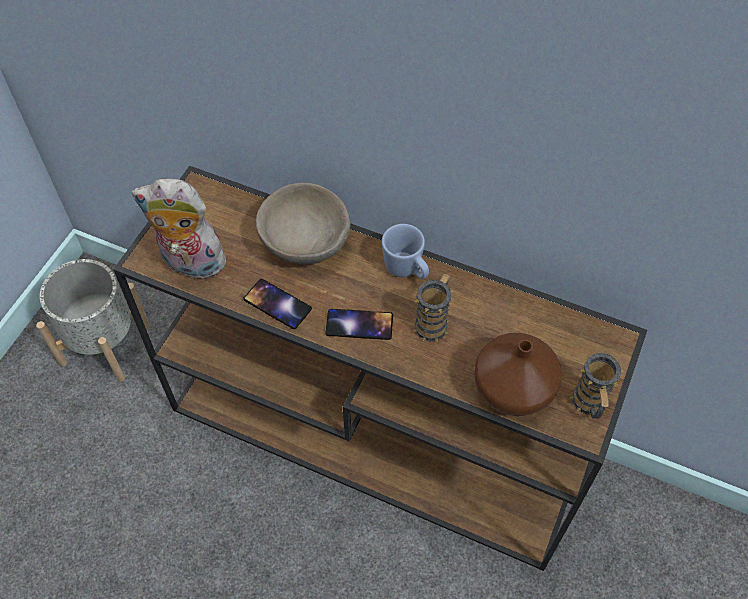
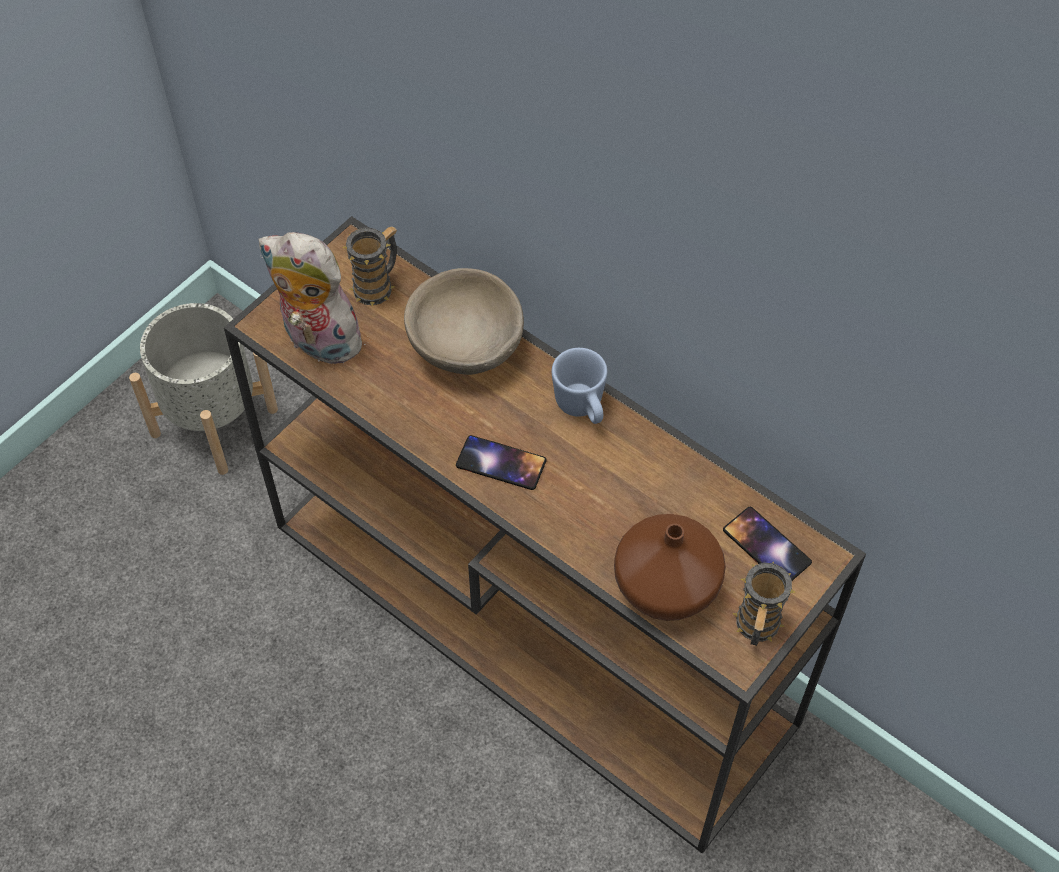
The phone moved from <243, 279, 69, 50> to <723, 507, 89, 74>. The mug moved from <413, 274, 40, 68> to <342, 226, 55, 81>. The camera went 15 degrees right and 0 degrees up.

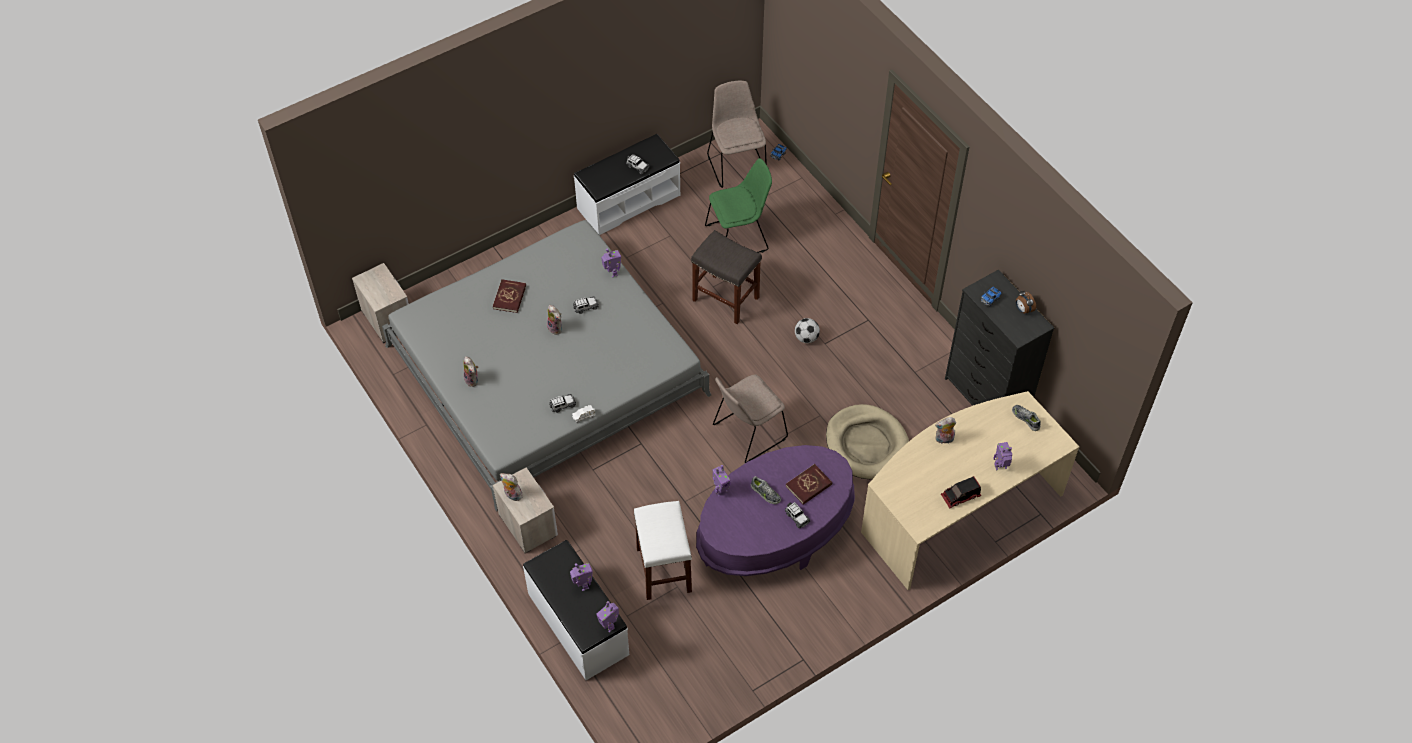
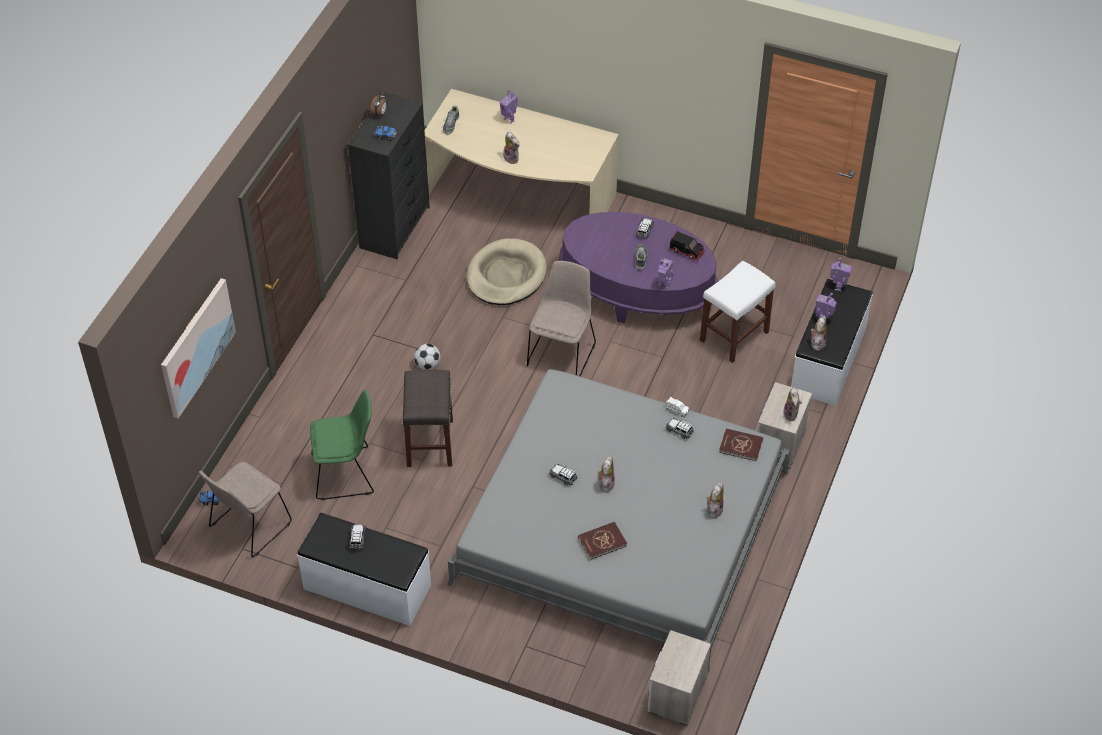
The toy robot at <601, 248, 20, 30> disappeared. The green chair at <705, 158, 67, 95> turned 135 degrees clockwise. The beige chair at <713, 375, 75, 88> turned 90 degrees counterclockwise. The red book moved from <786, 464, 46, 41> to <719, 429, 44, 32>. The toy truck moved from <941, 476, 40, 32> to <668, 231, 37, 30>. The picture at <161, 278, 75, 140> appeared. The plush toy at <811, 316, 16, 35> appeared. The camera went 125 degrees left and 5 degrees down.

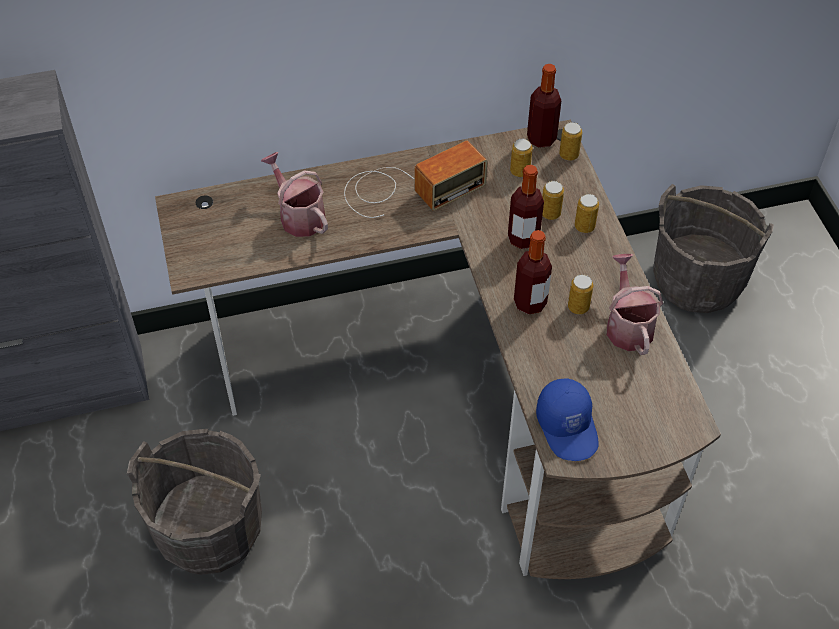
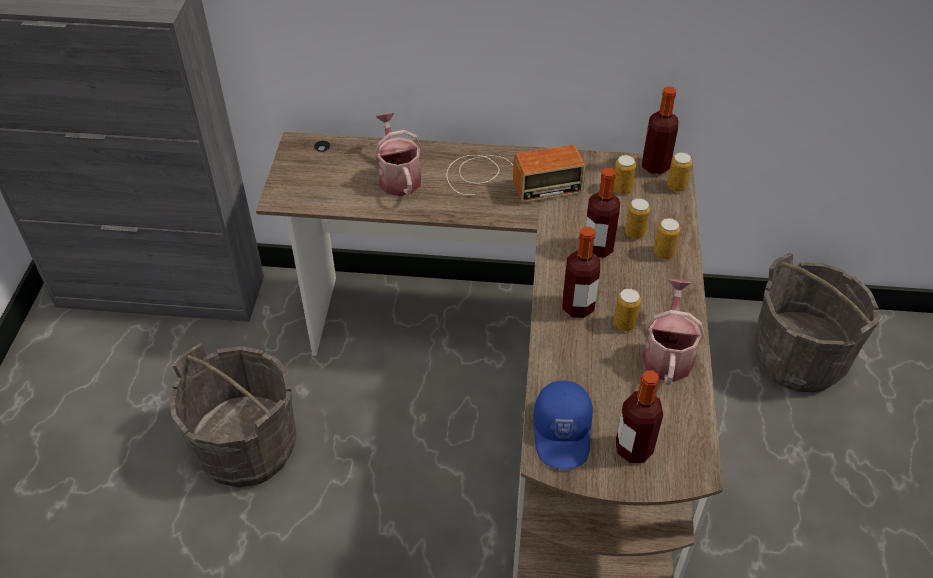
The bottle at <616, 371, 47, 92> appeared. The camera went 20 degrees right and 5 degrees down.

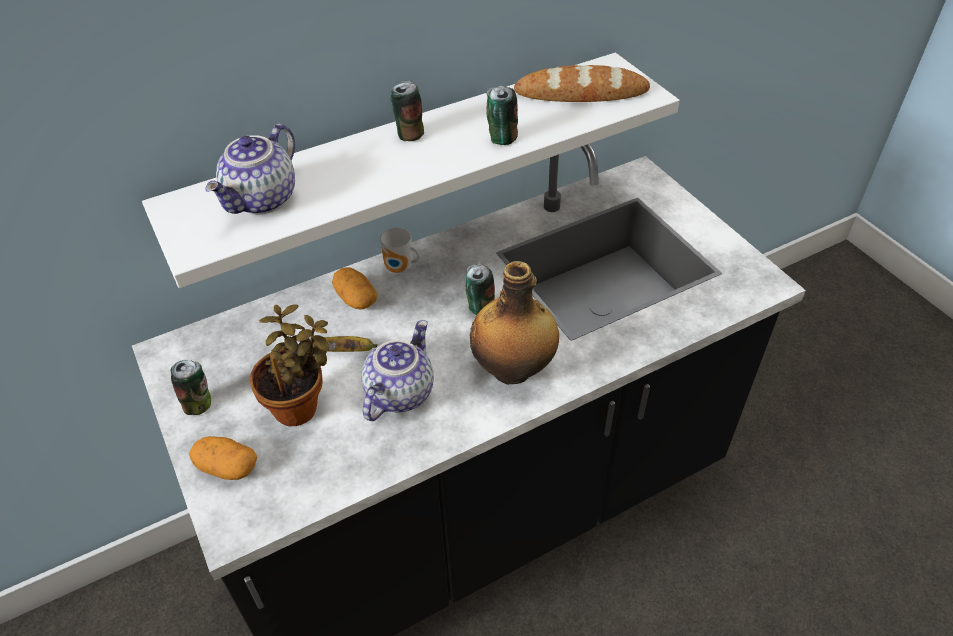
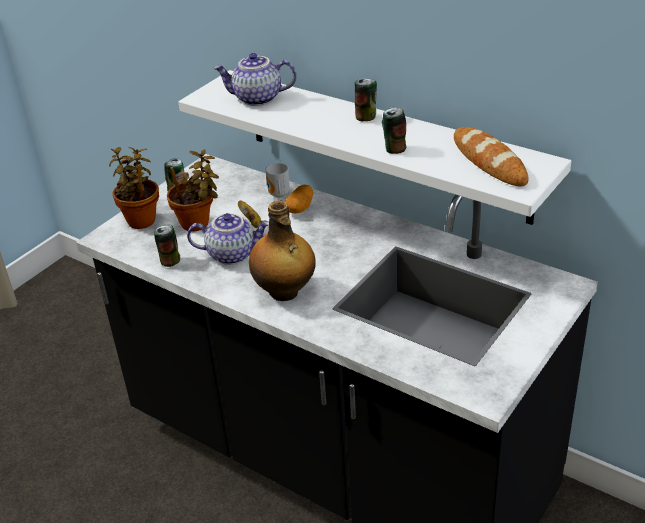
The potato at <189, 436, 68, 44> was replaced by the potted plant at <109, 147, 50, 82>. The mug moved from <380, 228, 40, 45> to <266, 163, 24, 35>. The can moved from <465, 264, 30, 51> to <154, 224, 26, 43>. The camera went 65 degrees right and 10 degrees down.

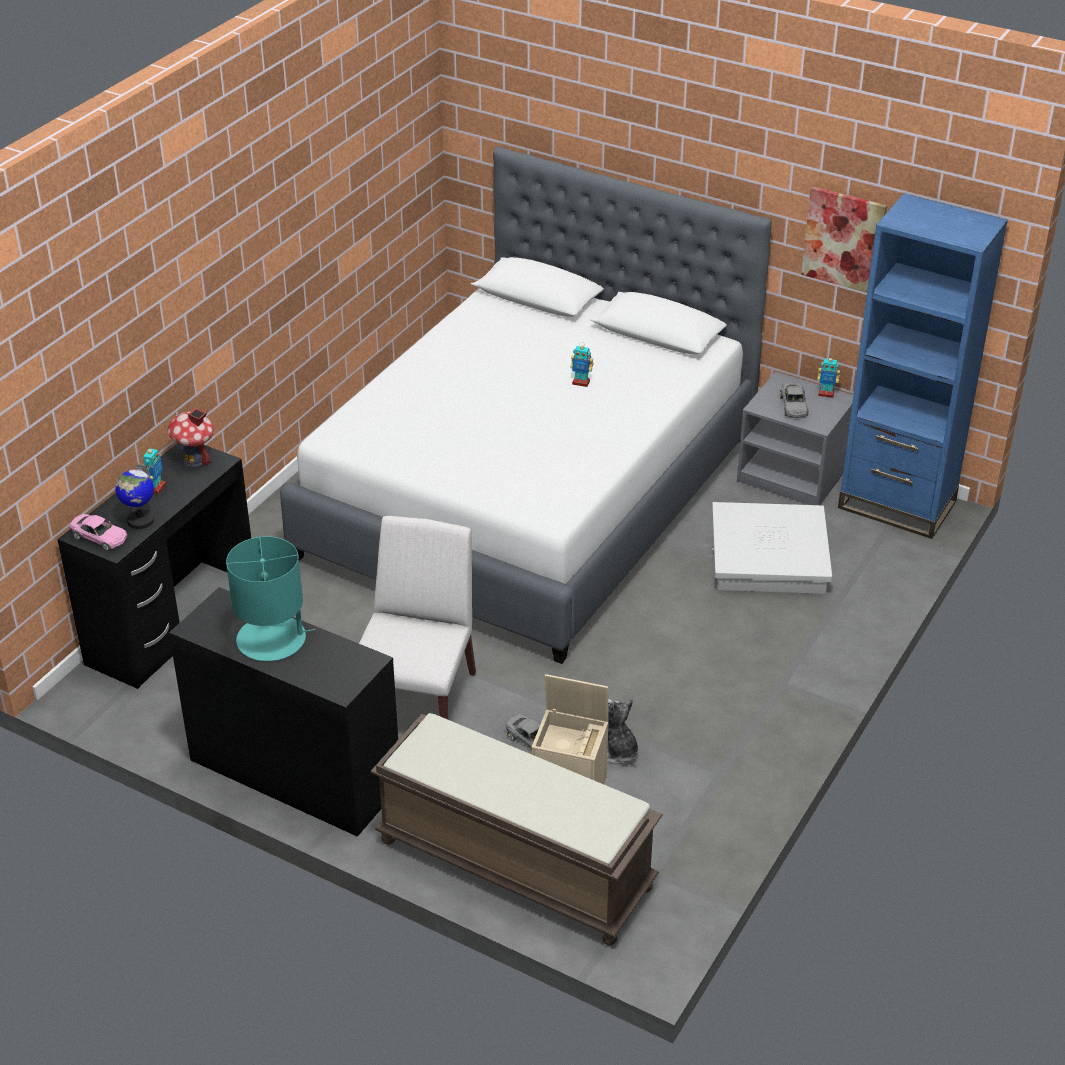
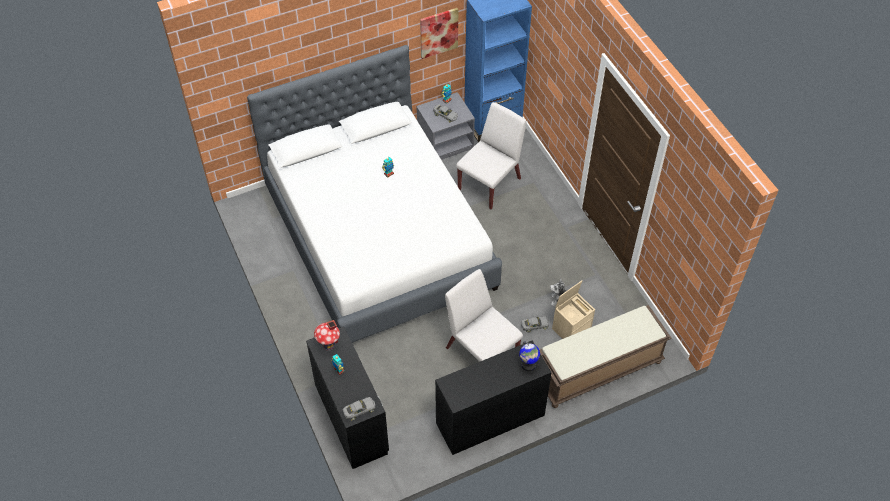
The pink toy car at <69, 514, 58, 37> became the grey toy car at <342, 397, 33, 24>. The globe moved from <115, 464, 39, 65> to <519, 341, 21, 30>. The turquoise table lamp at <226, 536, 89, 125> disappeared. The white storage box at <712, 502, 120, 92> was replaced by the white chair at <456, 102, 71, 107>. The camera went 55 degrees left and 15 degrees up.

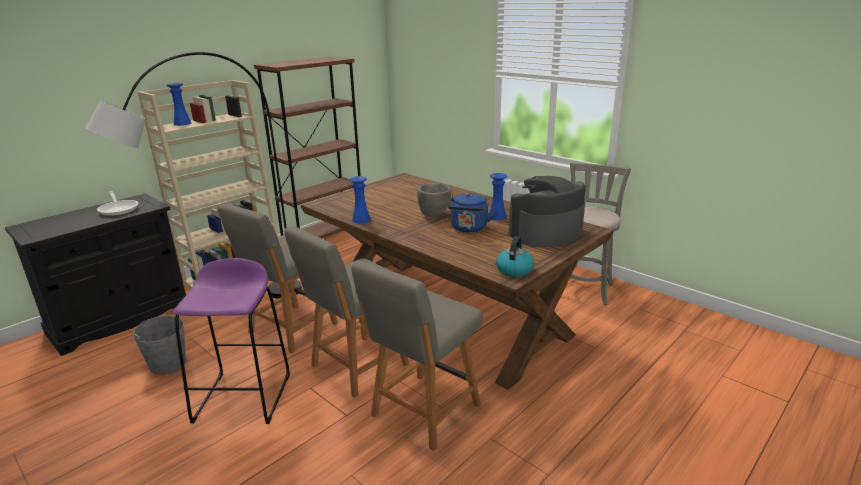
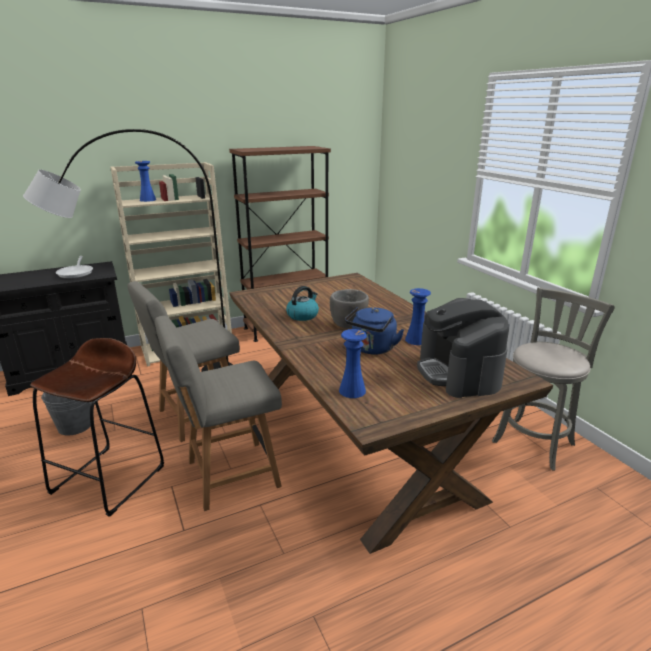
The purple stool at <174, 258, 116, 166> became the brown stool at <30, 338, 134, 179>. The blue vase moved from <350, 176, 21, 48> to <339, 329, 28, 69>. The grey chair at <351, 261, 132, 190> disappeared. The kettle moved from <496, 236, 38, 41> to <286, 286, 33, 35>. The coffee machine at <509, 176, 77, 72> turned 90 degrees counterclockwise. The camera went 20 degrees right and 0 degrees up.

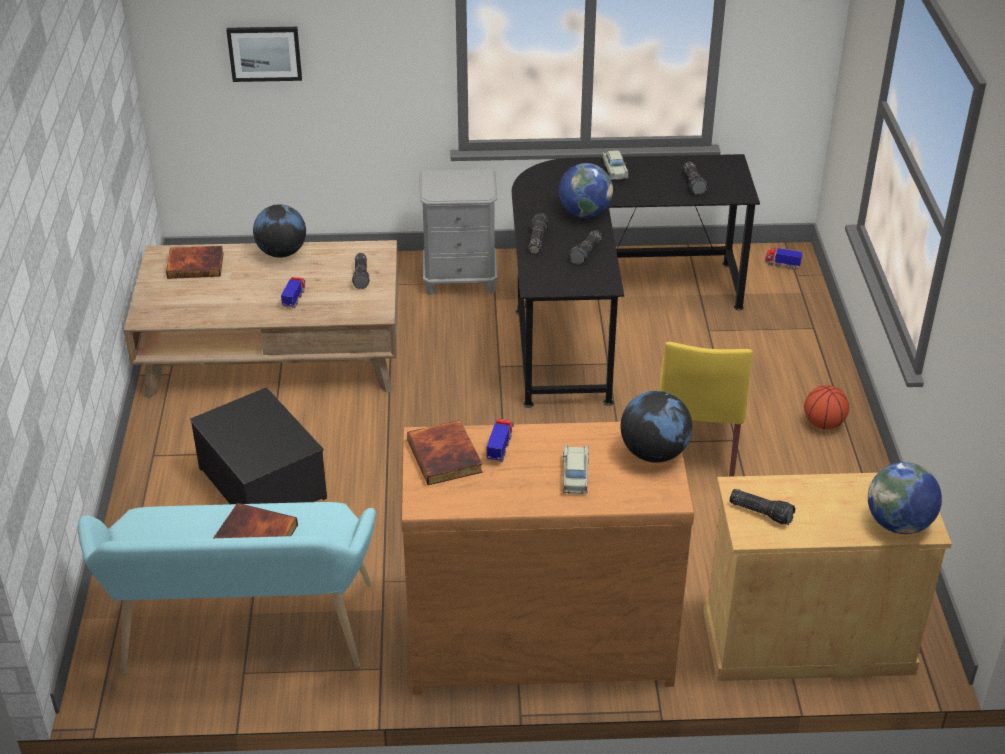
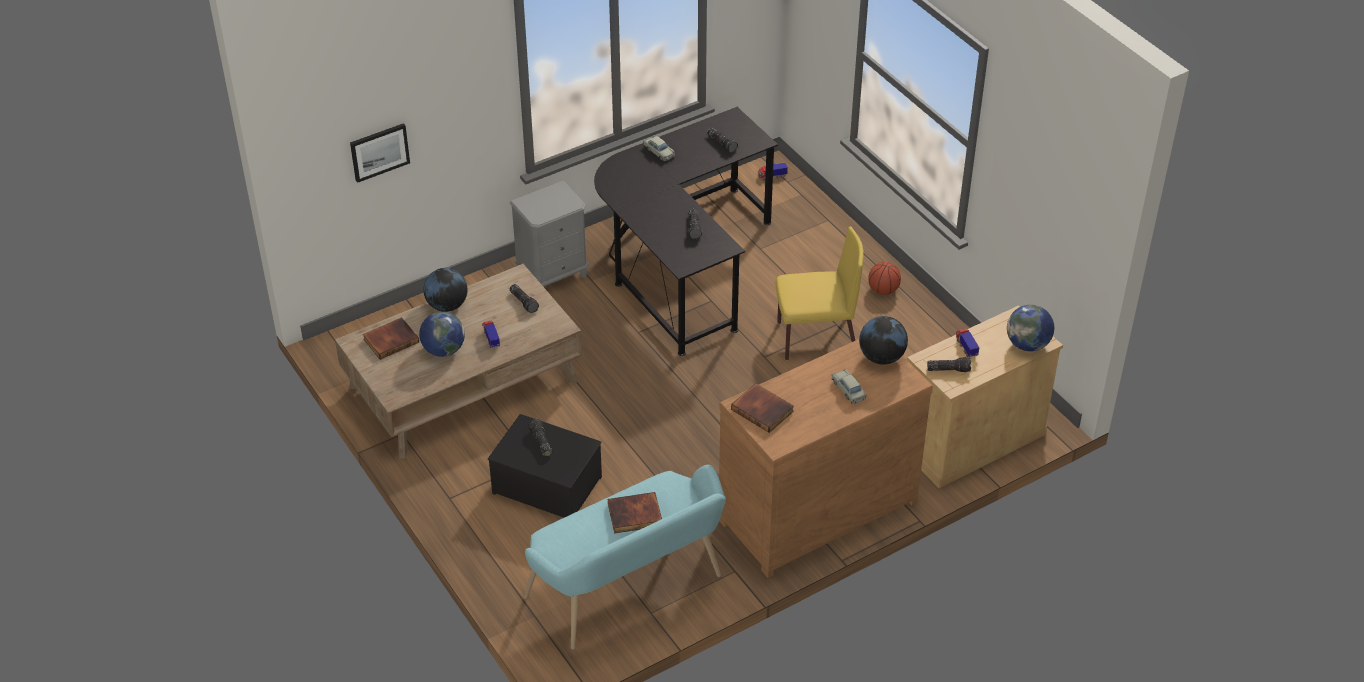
The toy truck moved from <486, 419, 28, 43> to <956, 329, 24, 29>. The flashlight moved from <529, 213, 20, 41> to <528, 418, 24, 39>. The globe moved from <559, 163, 54, 55> to <419, 312, 46, 45>. The yellow chair at <659, 342, 94, 135> turned 75 degrees counterclockwise. The camera went 30 degrees left and 5 degrees up.

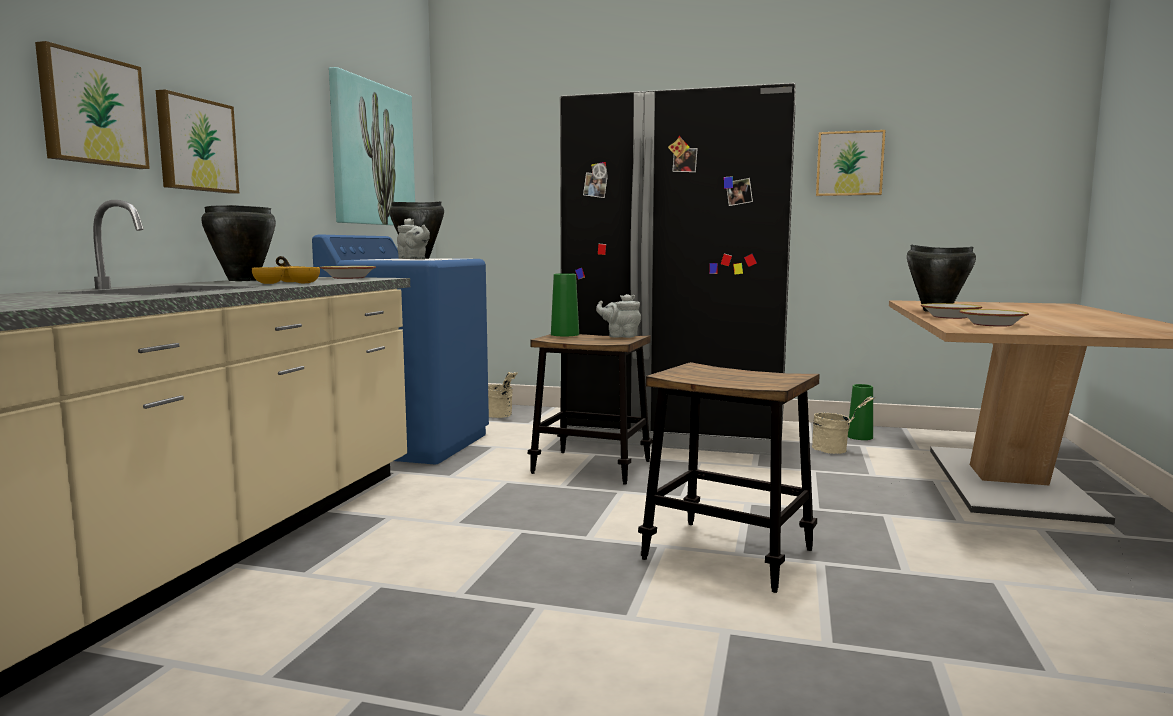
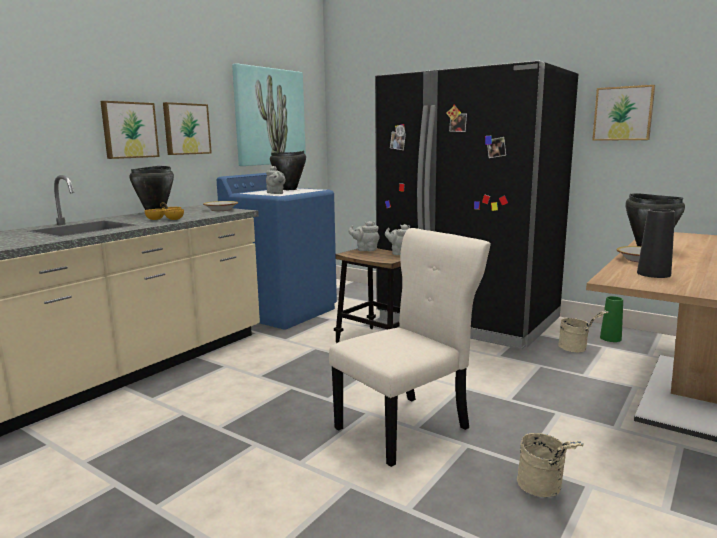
The picture moved from <35, 41, 115, 128> to <163, 102, 49, 53>. The beige bucket moved from <488, 372, 30, 46> to <517, 433, 67, 64>. The green vase at <551, 273, 28, 63> was replaced by the grey teapot at <348, 221, 32, 30>. The stool at <638, 362, 182, 231> was replaced by the beige chair at <329, 228, 162, 239>. The bowl at <959, 309, 70, 18> was replaced by the black vase at <637, 209, 38, 69>. The camera went 20 degrees right and 5 degrees up.

